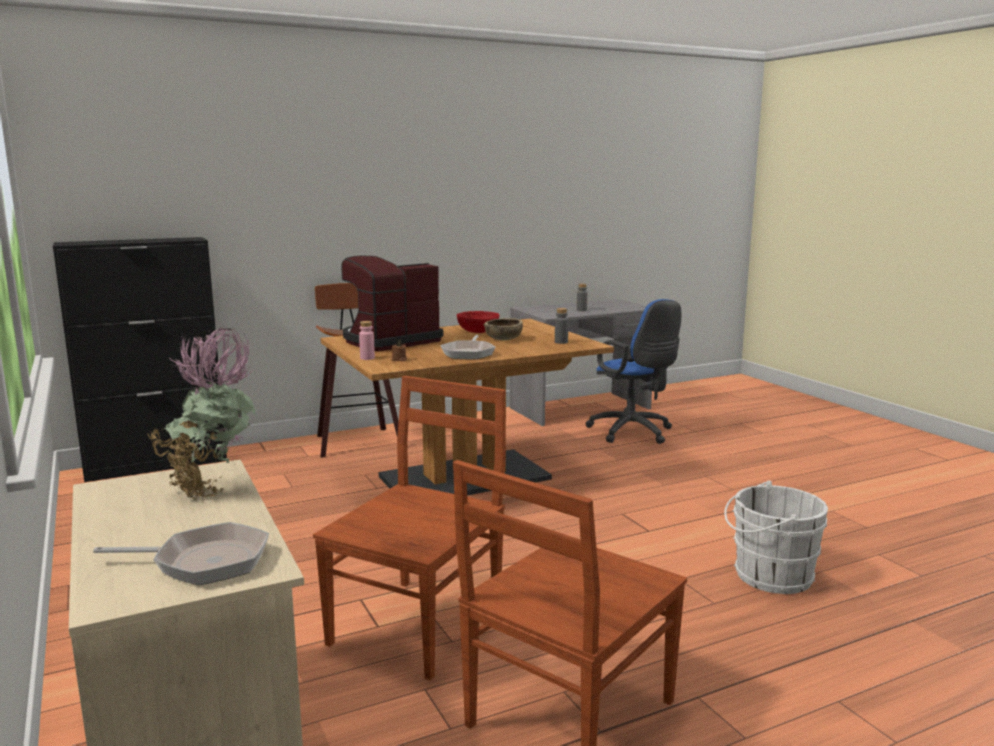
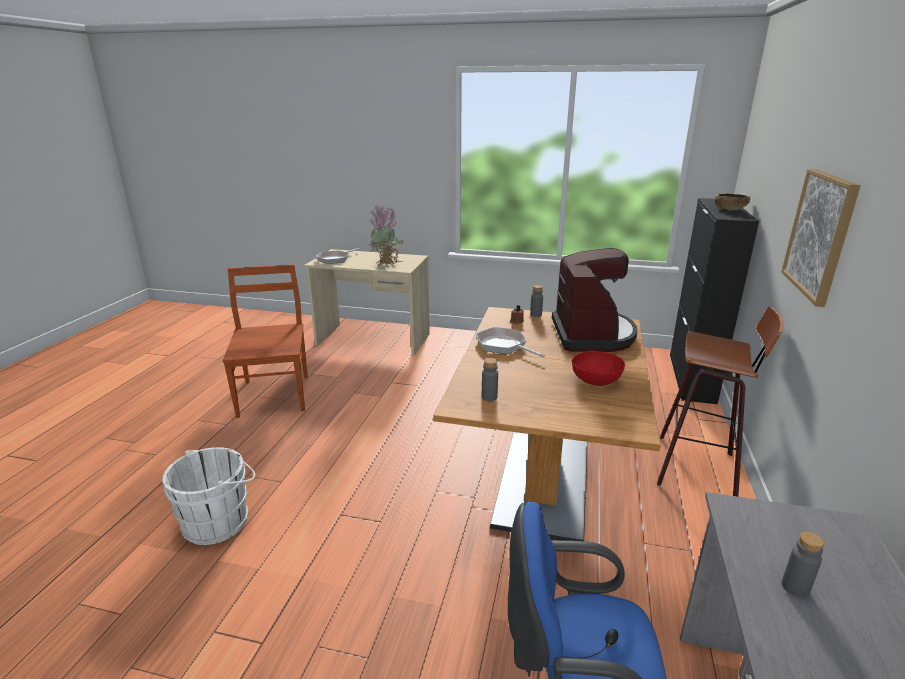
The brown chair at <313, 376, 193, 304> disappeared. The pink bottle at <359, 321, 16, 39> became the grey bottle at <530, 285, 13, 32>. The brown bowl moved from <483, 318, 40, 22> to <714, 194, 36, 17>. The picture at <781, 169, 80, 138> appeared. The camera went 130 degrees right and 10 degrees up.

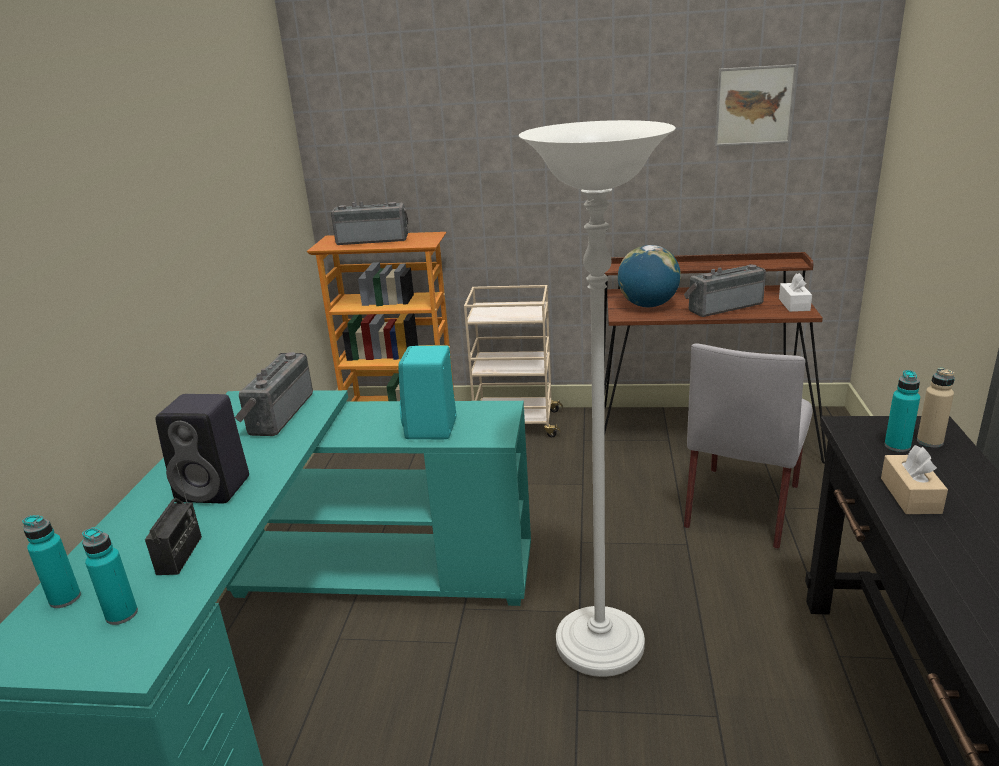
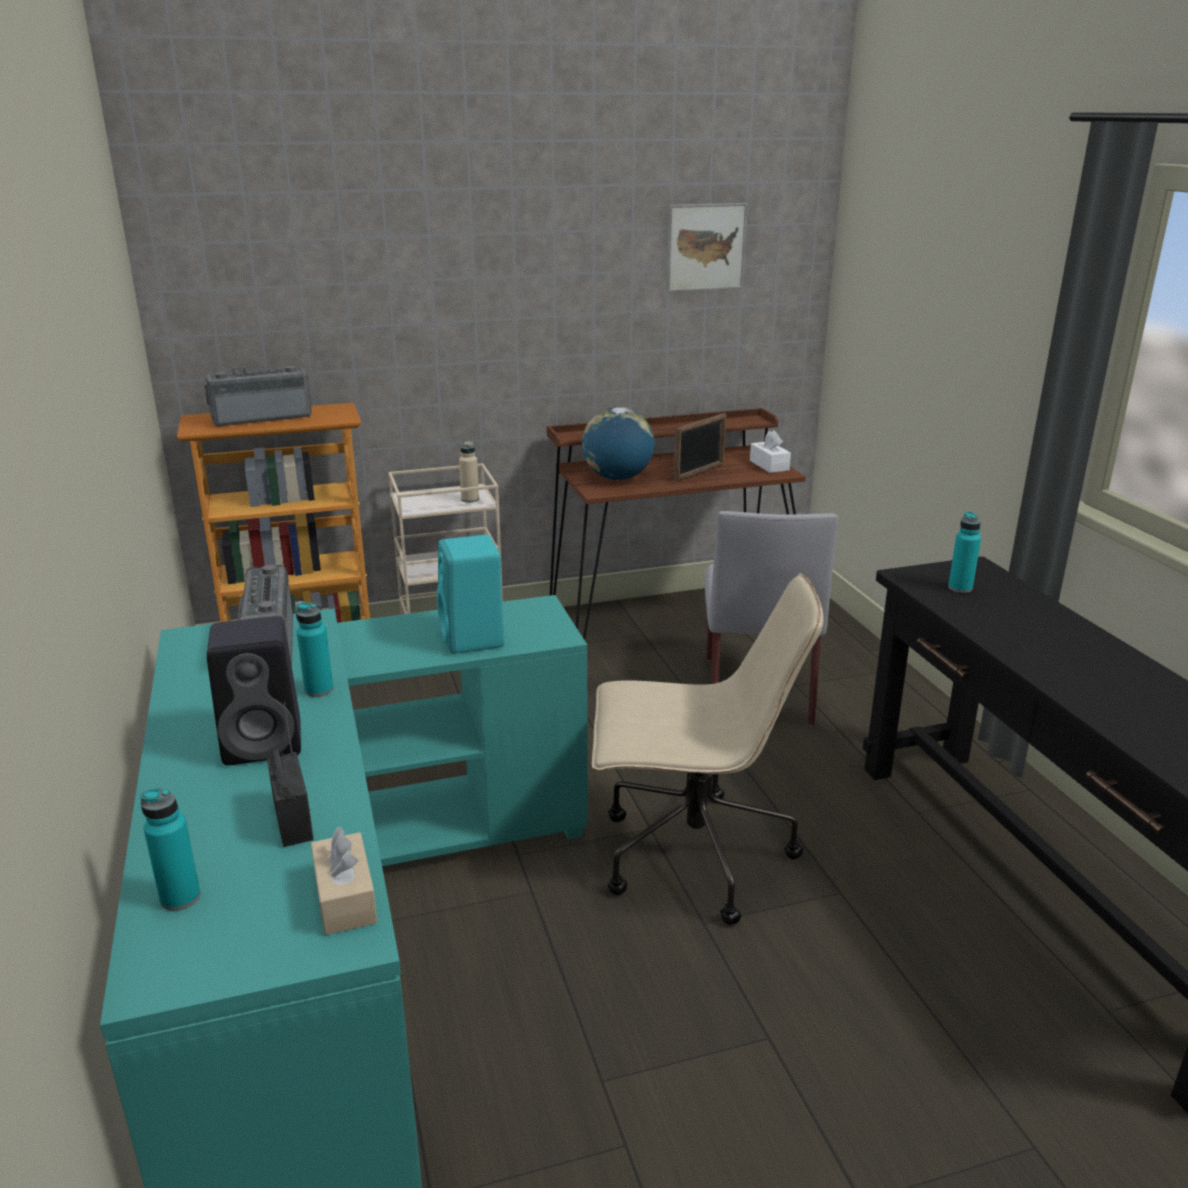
The turquoise bottle moved from <82, 527, 56, 98> to <296, 602, 37, 95>. The white floor lamp at <519, 120, 157, 557> was replaced by the beige office chair at <592, 574, 232, 351>. The radio at <684, 264, 82, 53> was replaced by the picture frame at <673, 413, 53, 69>. The beige tissue box moved from <881, 445, 67, 69> to <311, 827, 66, 108>. The beige bottle moved from <917, 368, 38, 80> to <459, 441, 20, 62>. The camera went 25 degrees left and 0 degrees up.

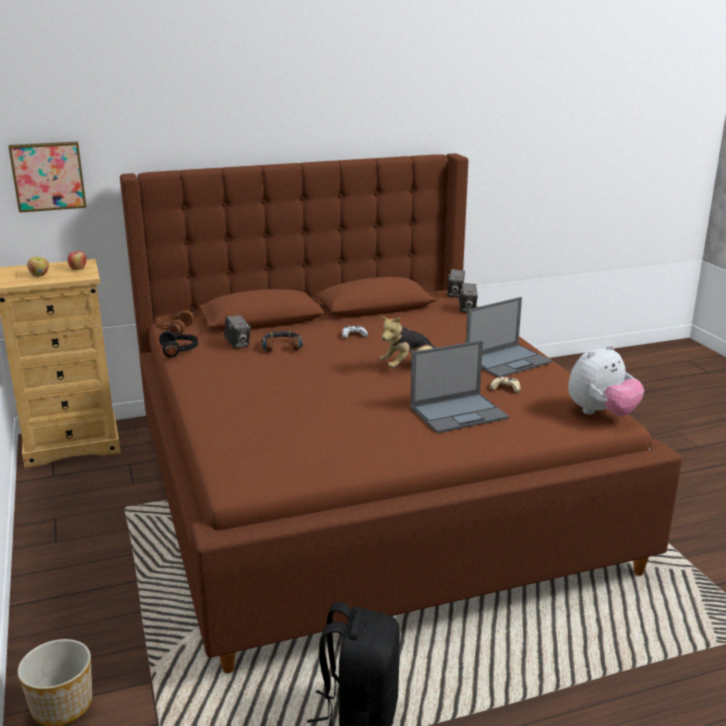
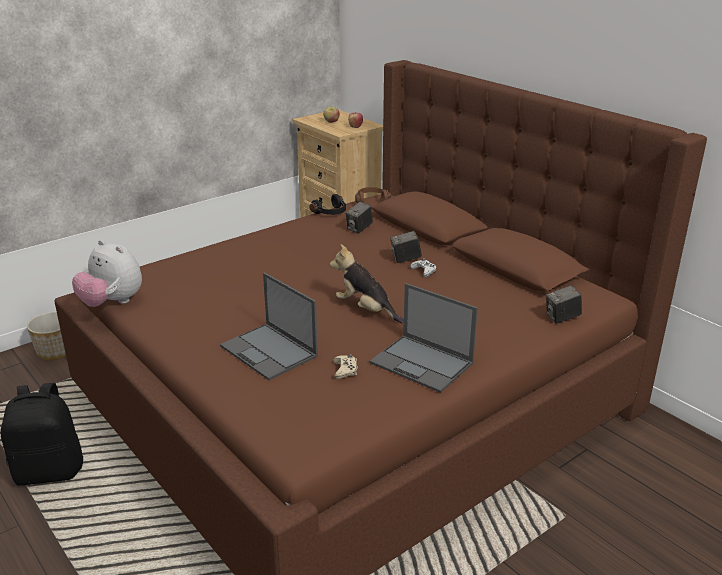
The picture at <8, 142, 79, 71> disappeared. The headphones at <262, 331, 41, 21> disappeared. The photo camera moved from <447, 269, 18, 29> to <391, 231, 31, 32>. The plush toy moved from <568, 344, 76, 72> to <72, 240, 70, 67>. The camera went 70 degrees right and 5 degrees up.

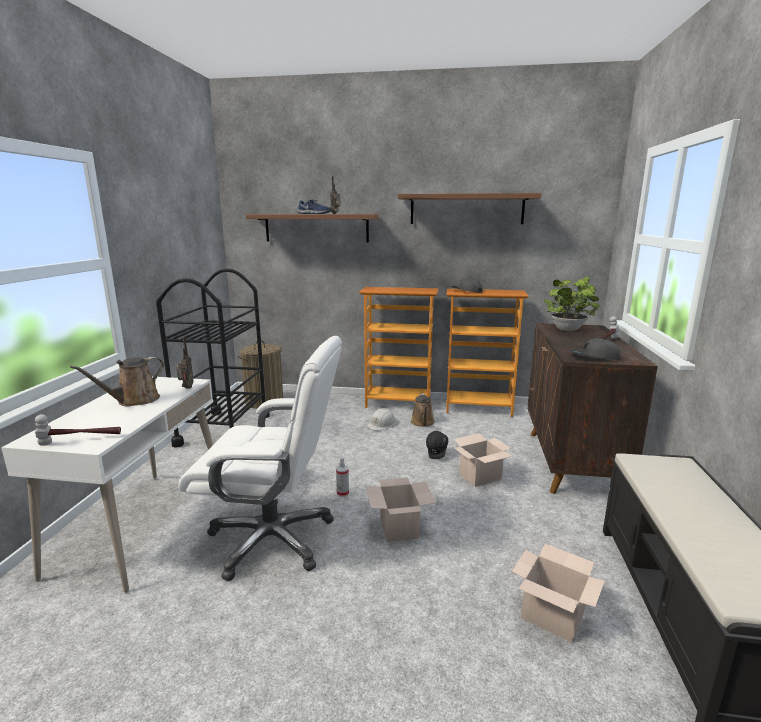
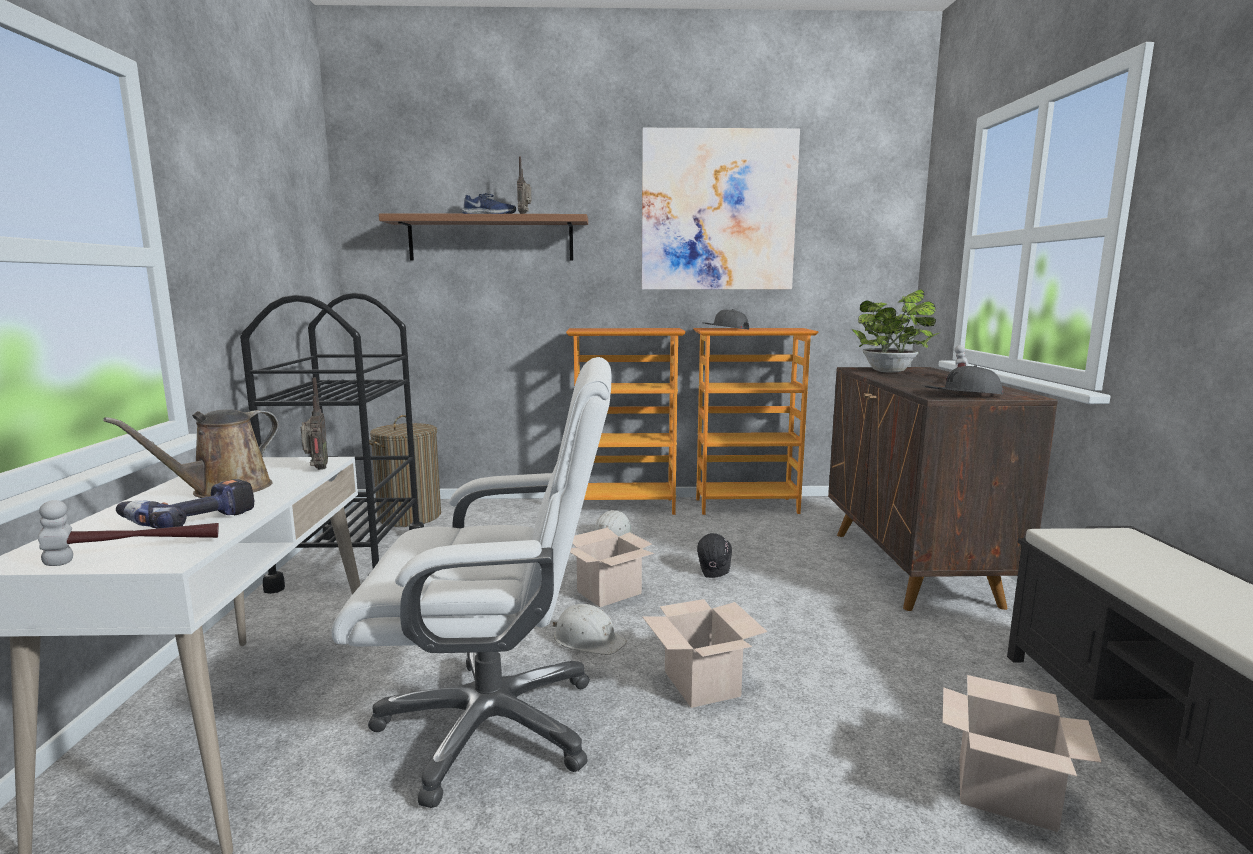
The spray bottle at <336, 458, 13, 39> was replaced by the white hard hat at <553, 604, 74, 51>. The shelf at <398, 193, 144, 31> was replaced by the picture at <642, 128, 158, 162>. The brown watering can at <411, 393, 24, 34> disappeared. The cardboard box moved from <453, 433, 60, 54> to <570, 528, 84, 79>. The power drill at <116, 479, 138, 49> appeared. The camera went 10 degrees left and 5 degrees down.

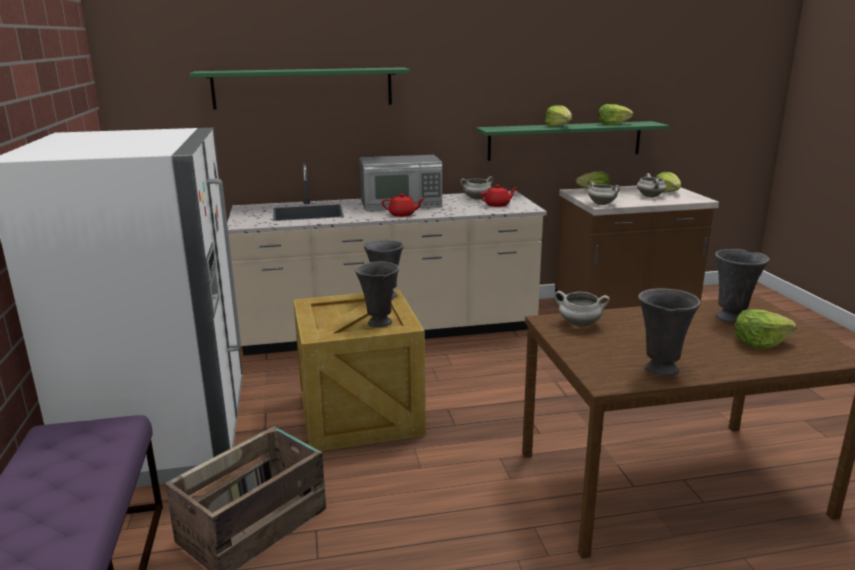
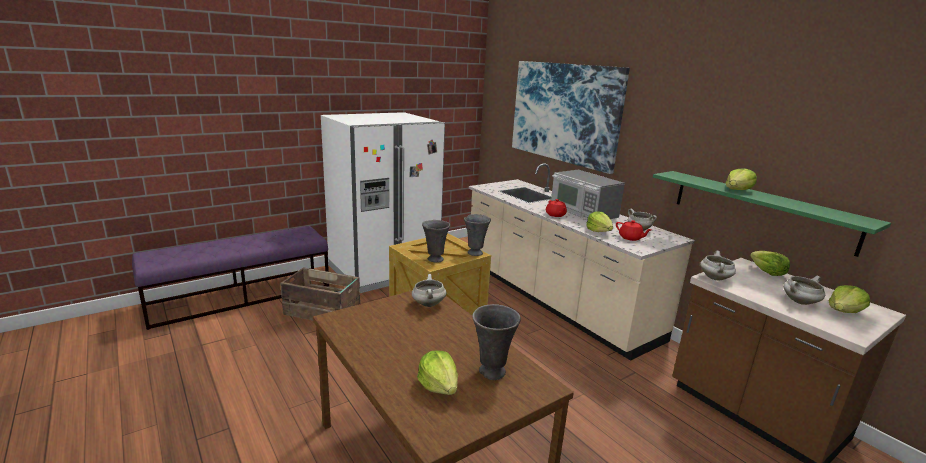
The green shelf at <189, 67, 221, 43> was replaced by the picture at <512, 61, 118, 113>. The lettuce moved from <598, 104, 35, 21> to <586, 211, 27, 21>. The grey vase at <638, 288, 63, 88> disappeared. The camera went 65 degrees right and 0 degrees up.

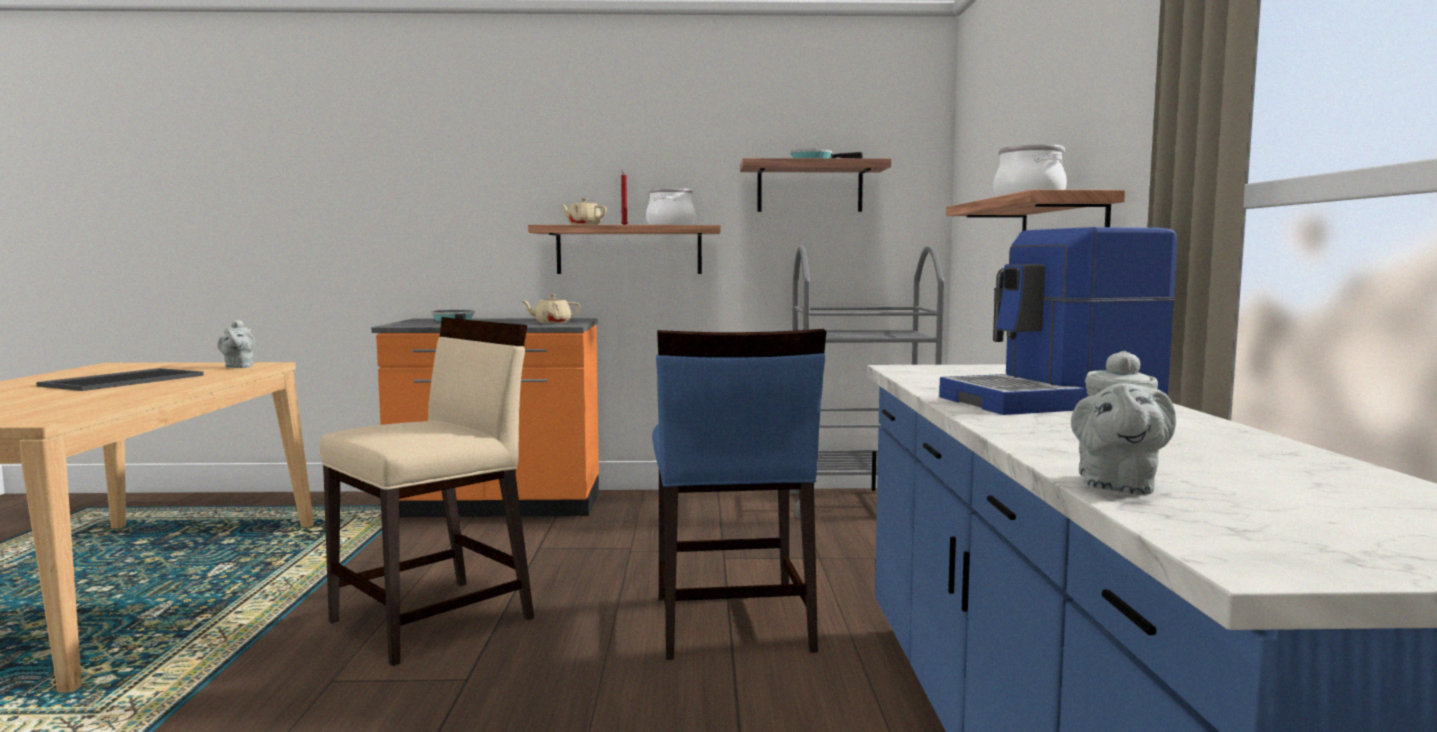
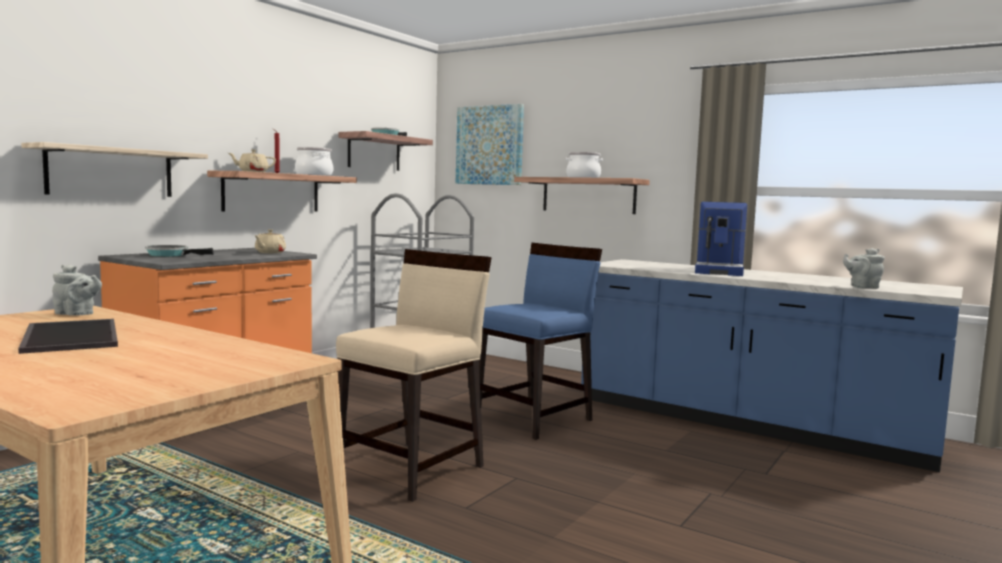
The beige chair at <320, 317, 214, 349> turned 45 degrees clockwise. The blue chair at <652, 329, 175, 331> turned 75 degrees counterclockwise. The grey teapot at <1071, 351, 105, 144> turned 120 degrees clockwise. The shelf at <21, 142, 187, 55> appeared. The picture at <456, 104, 68, 81> appeared. The camera went 55 degrees left and 0 degrees up.

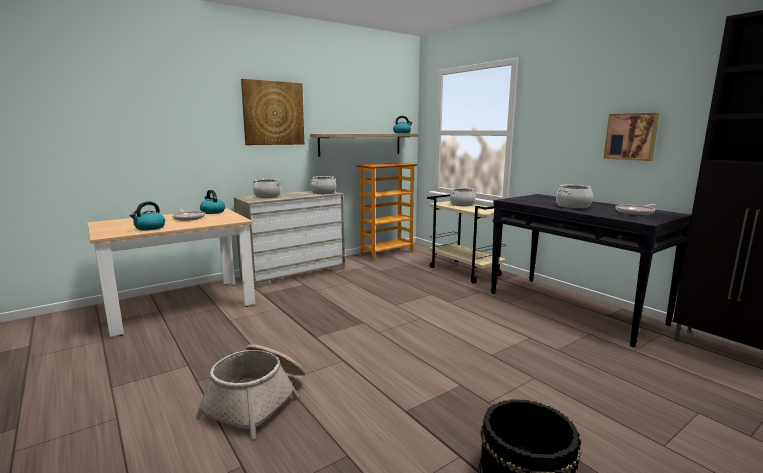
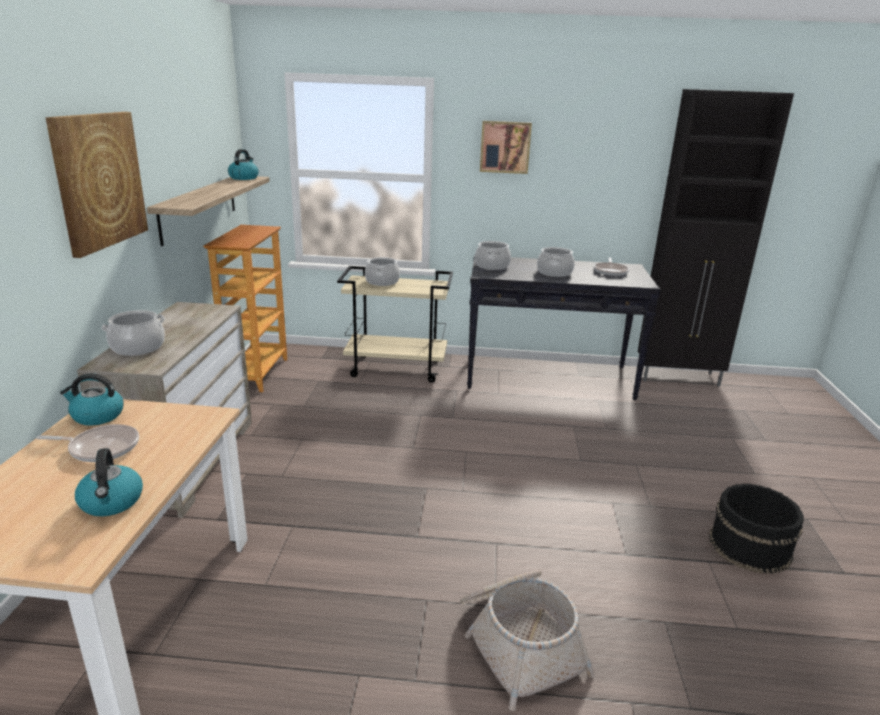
The cooking pot moved from <310, 176, 26, 18> to <475, 241, 36, 29>. The picture moved from <604, 113, 55, 48> to <480, 121, 52, 53>. The camera went 50 degrees left and 10 degrees up.

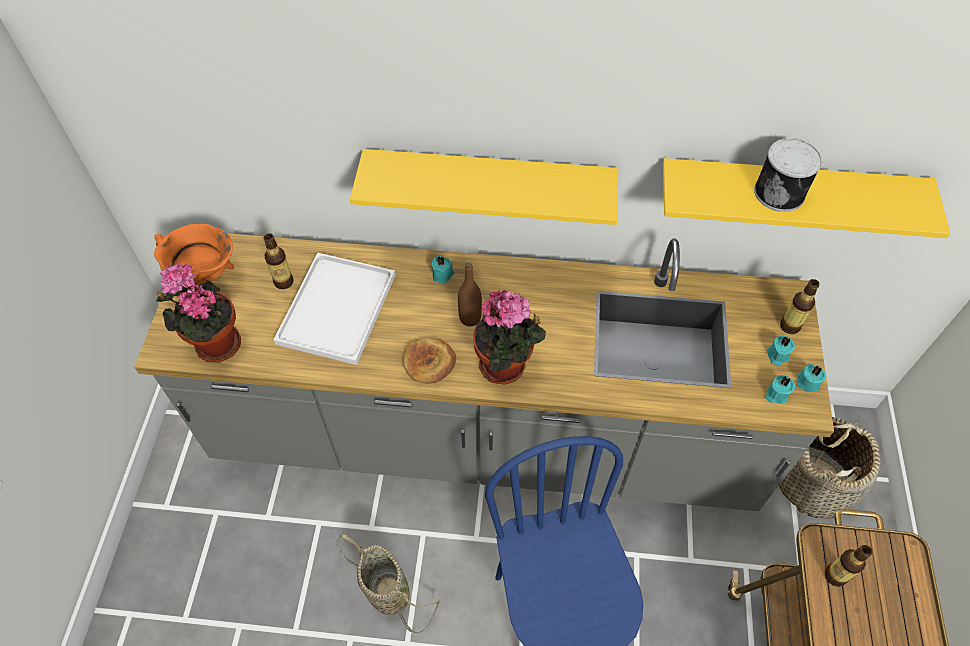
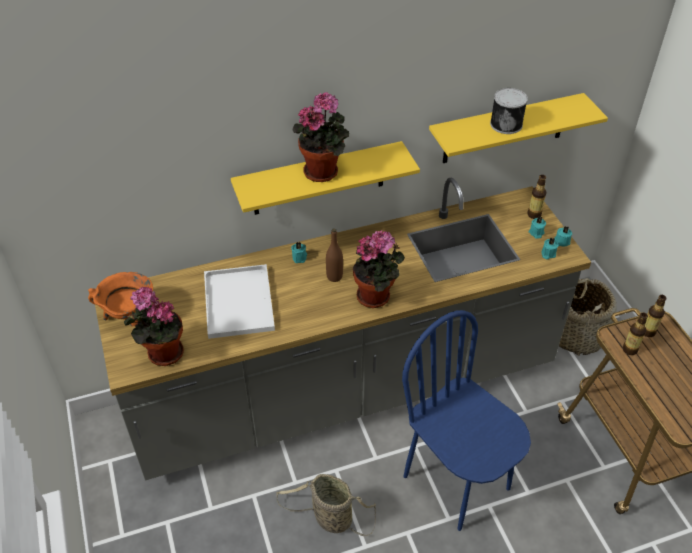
The bottle moved from <263, 233, 31, 56> to <644, 295, 22, 42>. The bread at <403, 338, 53, 46> disappeared. The potted plant at <292, 93, 57, 89> appeared. The camera went 25 degrees left and 10 degrees down.

